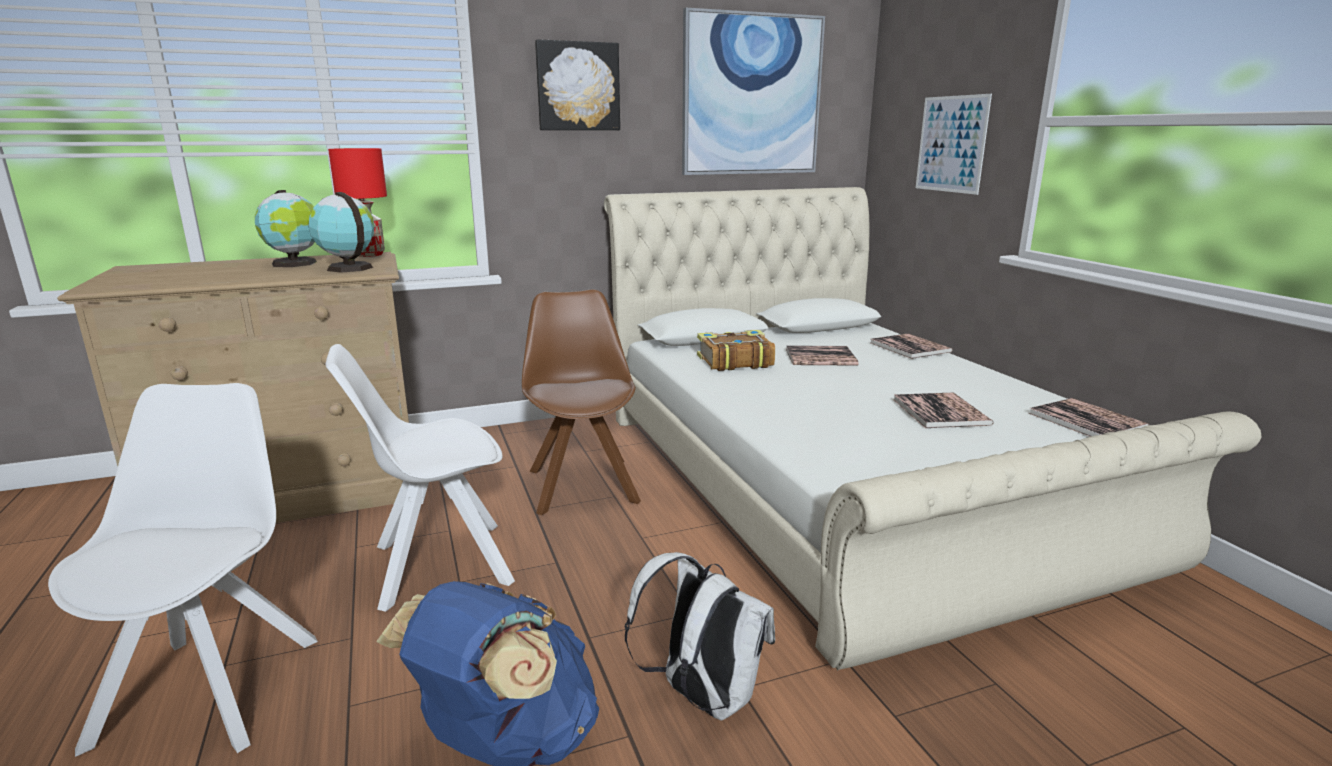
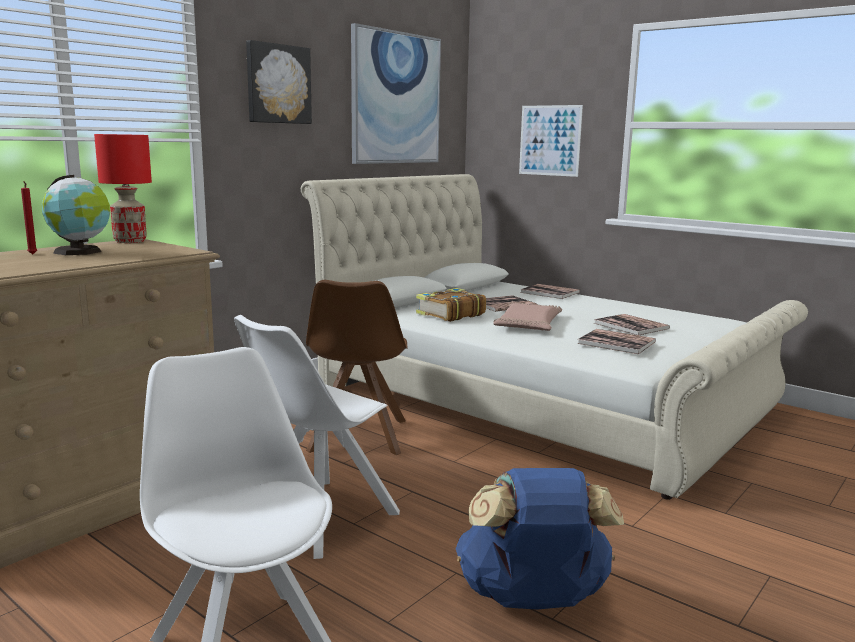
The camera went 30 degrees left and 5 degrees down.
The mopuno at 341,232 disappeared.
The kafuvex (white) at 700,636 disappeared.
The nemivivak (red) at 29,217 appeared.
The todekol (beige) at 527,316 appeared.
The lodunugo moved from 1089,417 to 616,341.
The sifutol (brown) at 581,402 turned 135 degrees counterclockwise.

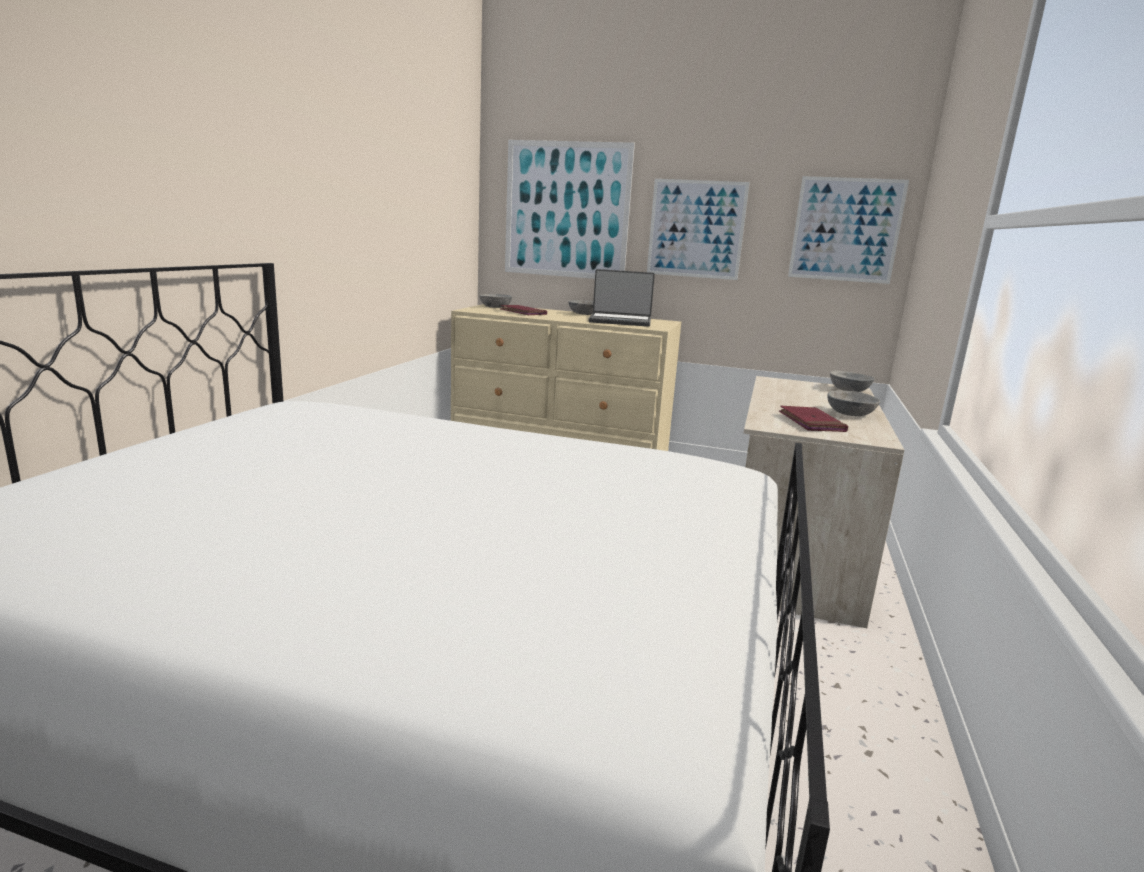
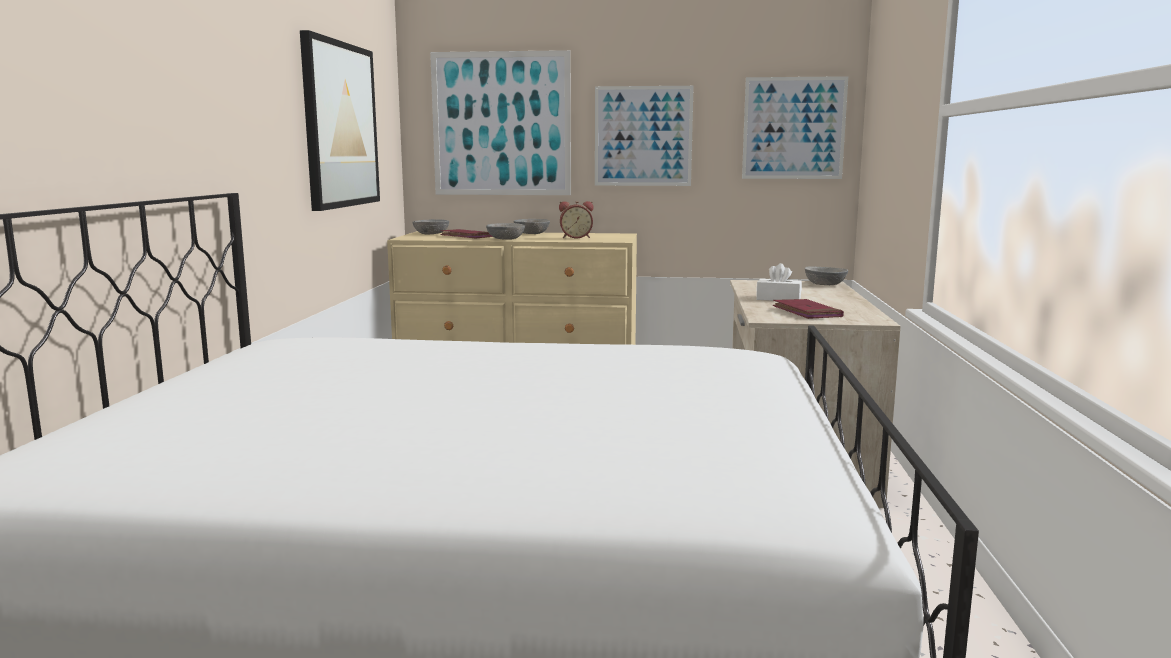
The camera went 10 degrees left and 5 degrees down.
The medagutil at 340,120 appeared.
The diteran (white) at 779,282 appeared.
The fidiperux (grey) moved from 853,403 to 505,231.
The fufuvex at 621,298 was replaced by the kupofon at 576,219.

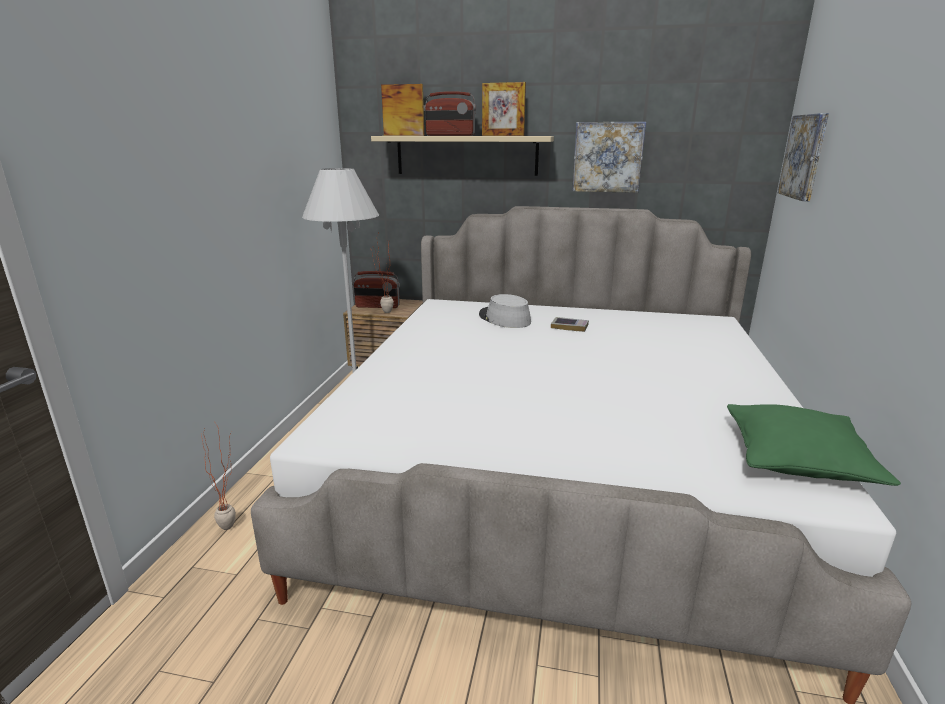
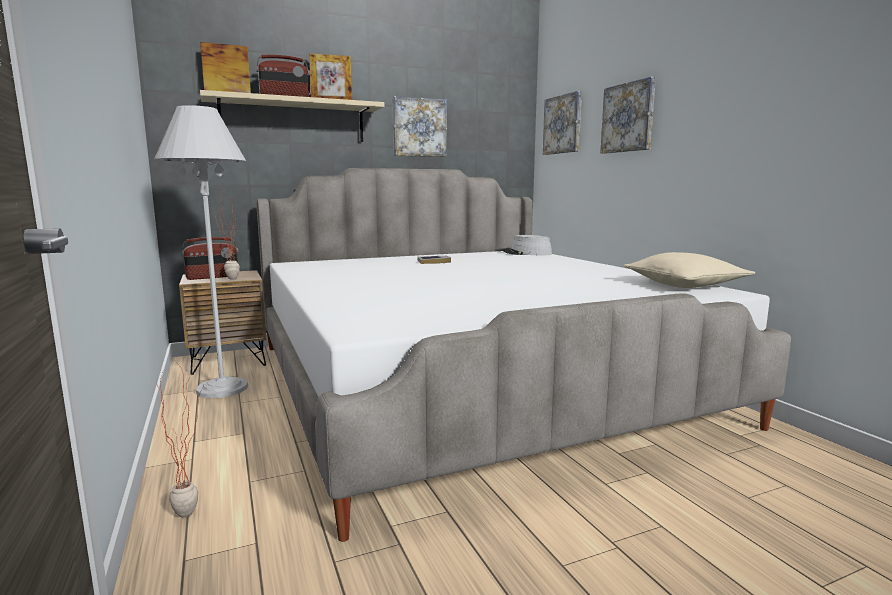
The camera went 35 degrees left and 10 degrees down.
The medagutil at 628,115 appeared.
The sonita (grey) moved from 505,311 to 526,245.
The todekol (green) at 814,445 became the todekol (beige) at 689,270.

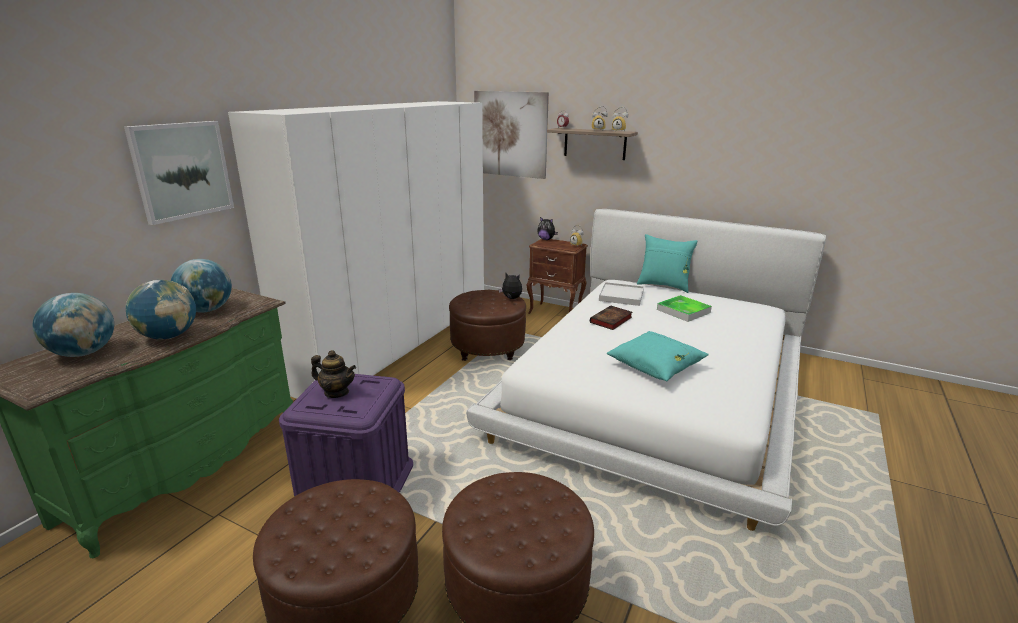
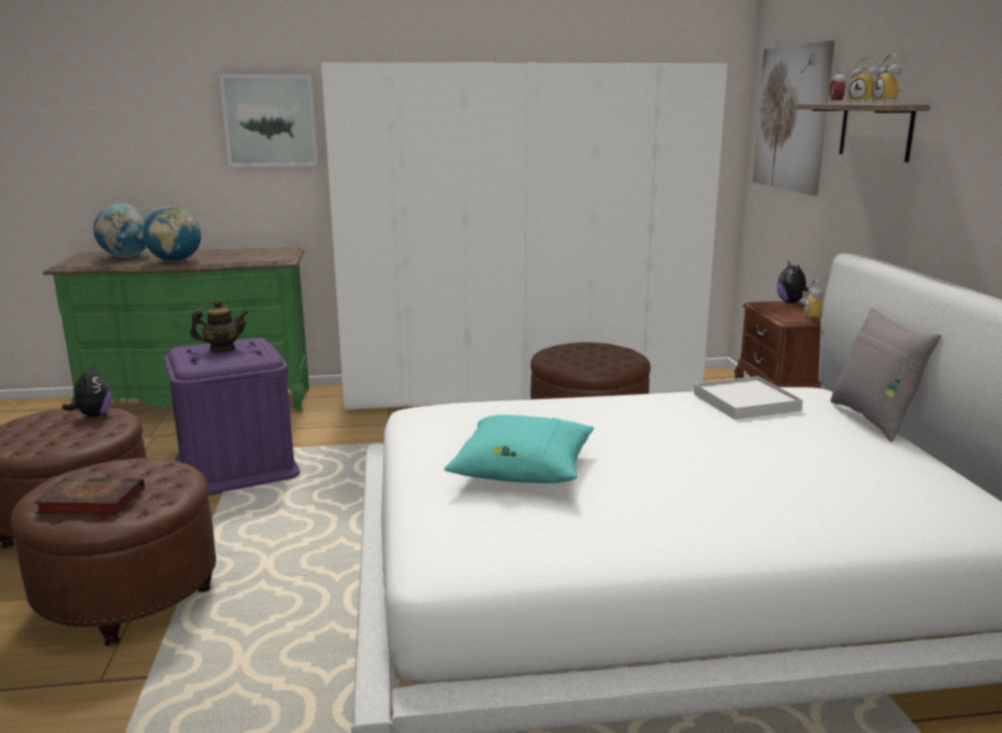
The camera went 55 degrees right and 5 degrees down.
The mopuno at 201,286 disappeared.
The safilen at 684,308 disappeared.
The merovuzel moved from 510,286 to 86,390.
The lodunugo moved from 611,317 to 89,496.
The todekol (turquoise) at 667,263 became the todekol (grey) at 885,374.
The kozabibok at 333,374 turned 90 degrees counterclockwise.

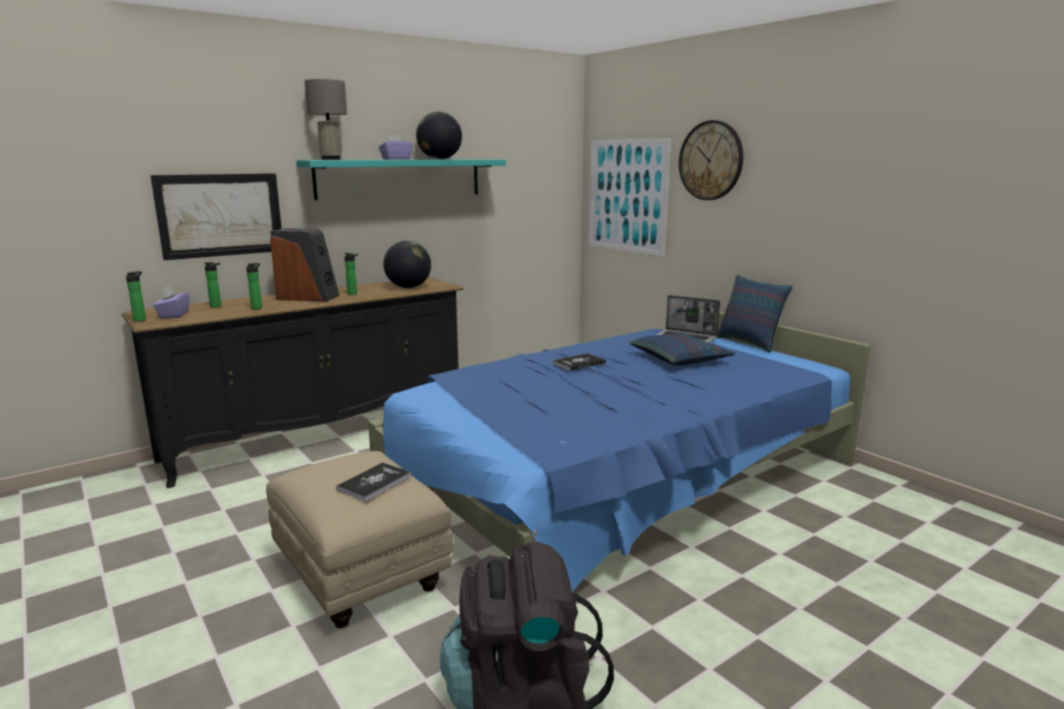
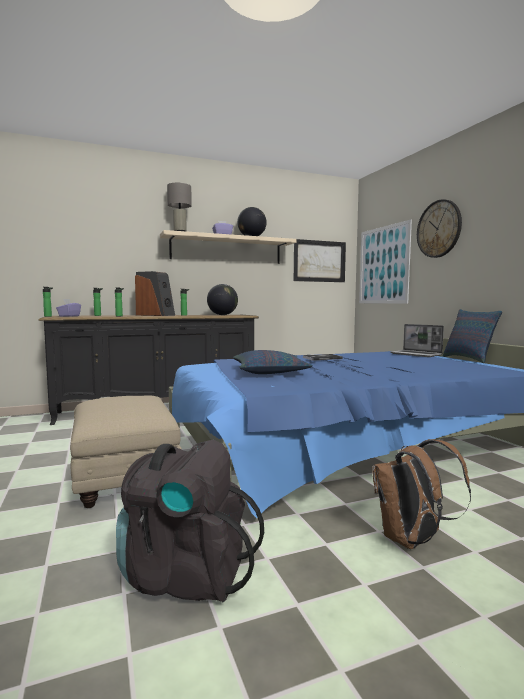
The camera went 15 degrees right and 10 degrees down.
The lodunugo at 373,482 disappeared.
The kafuvex (brown) at 421,494 appeared.
The medagutil moved from 216,216 to 320,260.
The todekol (blue) moved from 682,350 to 273,362.
The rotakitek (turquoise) at 401,179 became the rotakitek (beige) at 228,247.

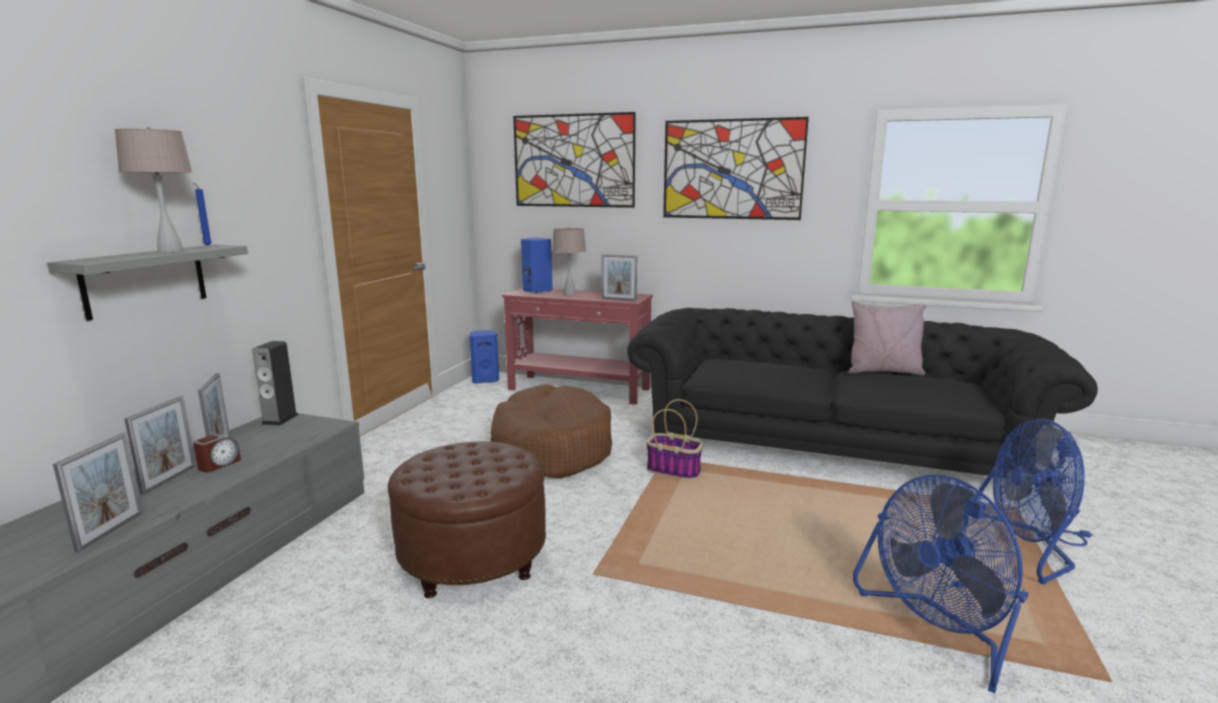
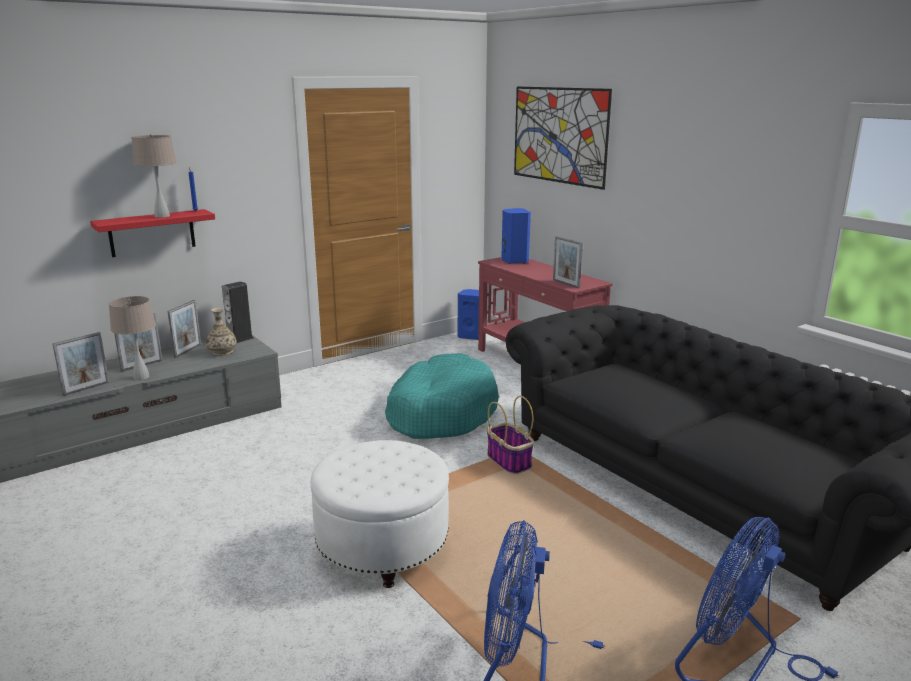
The camera went 35 degrees right and 5 degrees up.
The kupofon at 217,453 disappeared.
The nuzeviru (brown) at 467,519 disappeared.
The medagutil at 736,168 disappeared.
The todekol (purple) at 887,338 disappeared.
The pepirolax at 221,332 appeared.
The nuzeviru (white) at 380,514 appeared.
The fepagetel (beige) moved from 569,261 to 132,338.
The rotakitek (grey) at 147,283 became the rotakitek (red) at 152,233.
The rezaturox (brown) at 551,431 became the rezaturox (turquoise) at 442,396.

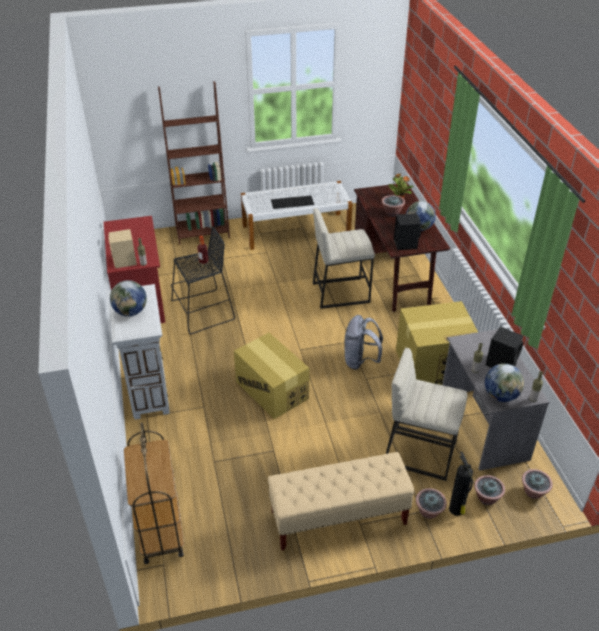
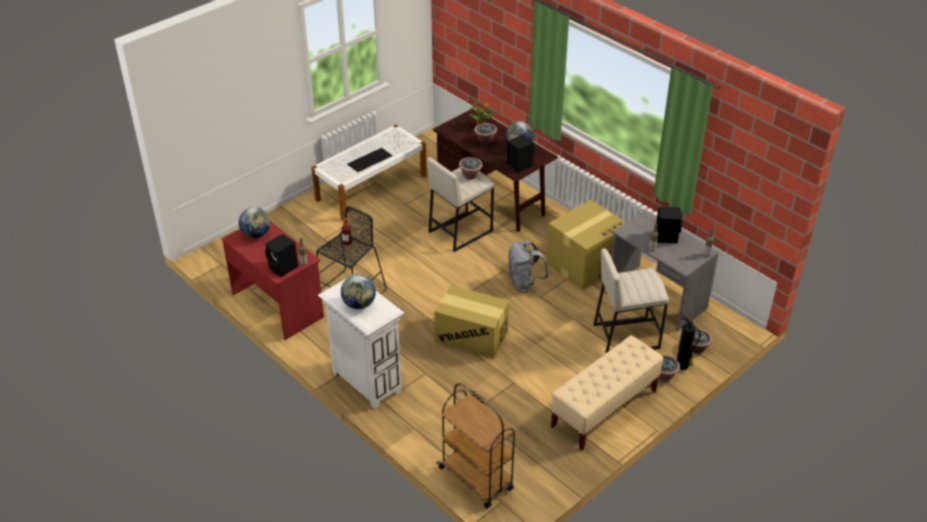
The camera went 30 degrees left and 0 degrees up.
The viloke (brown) at 194,163 disappeared.
The mopuno moved from 504,383 to 254,222.
The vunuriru moved from 537,484 to 471,168.
The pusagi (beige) at 122,248 became the pusagi (black) at 281,255.

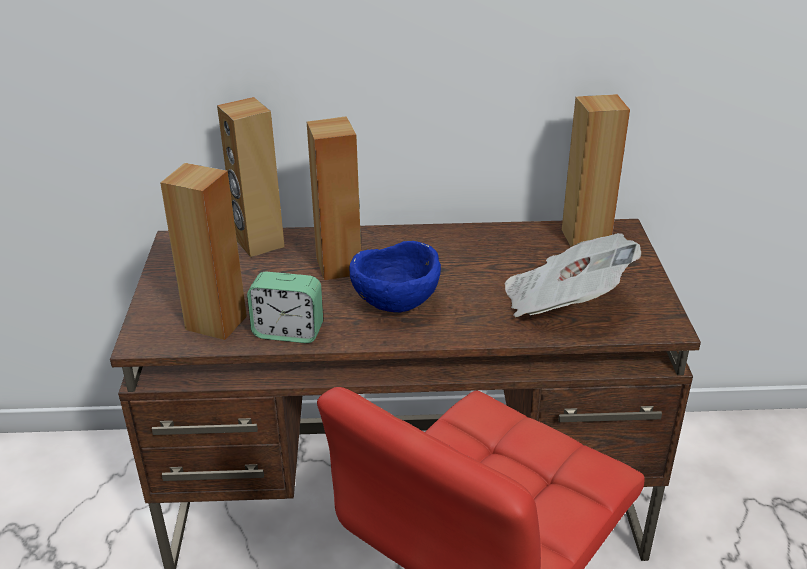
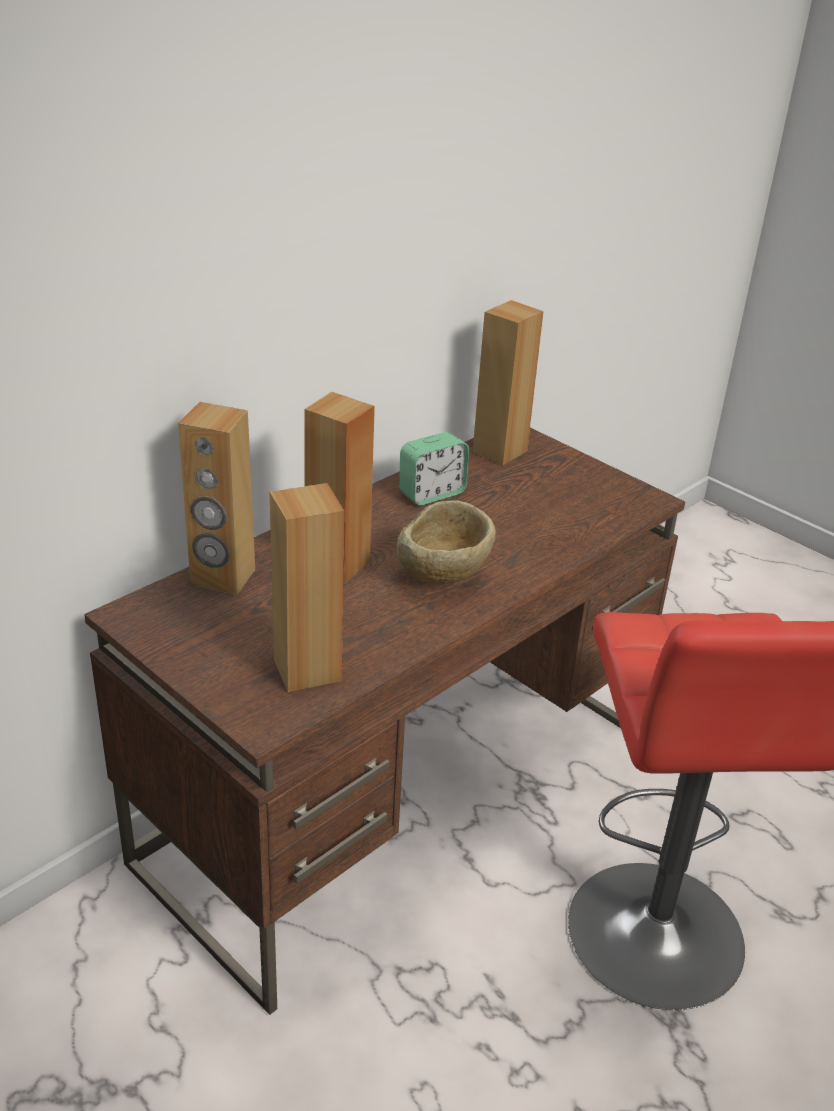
The camera went 45 degrees left and 0 degrees up.
The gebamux at 572,275 disappeared.
The kupofon moved from 285,307 to 434,468.
The fidiperux (blue) at 395,276 became the fidiperux (beige) at 446,542.

